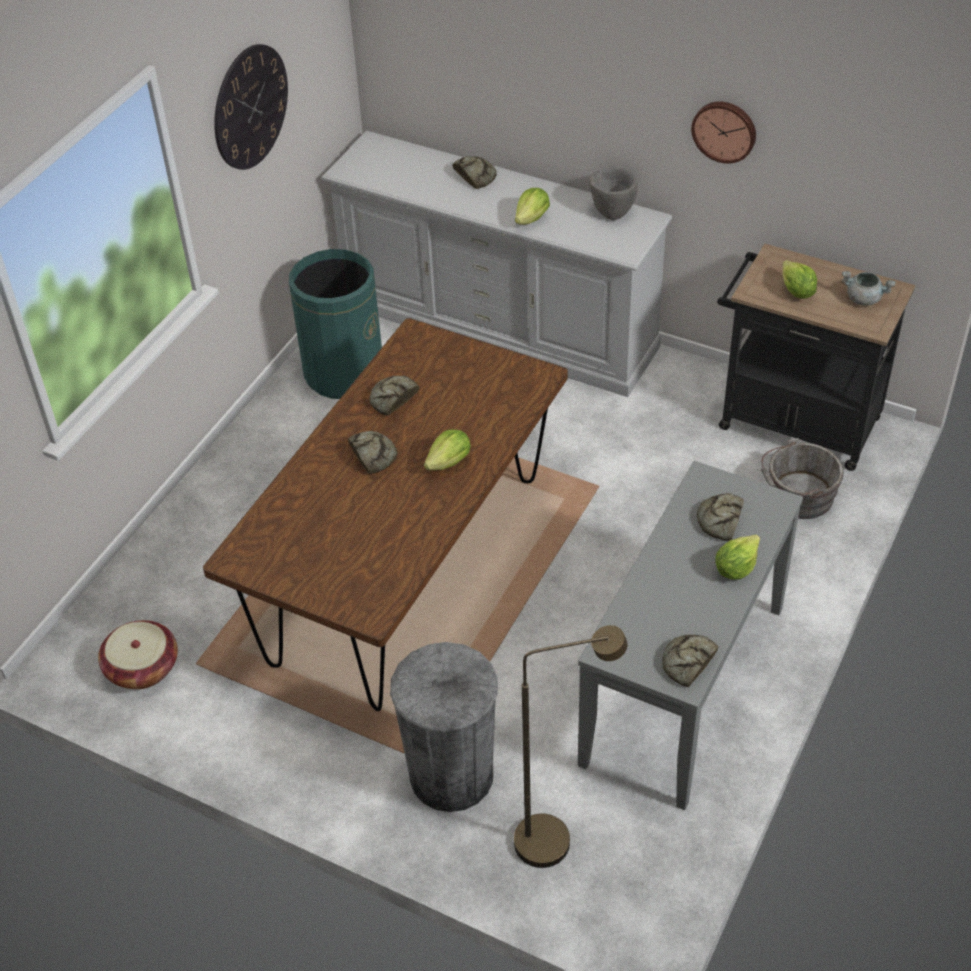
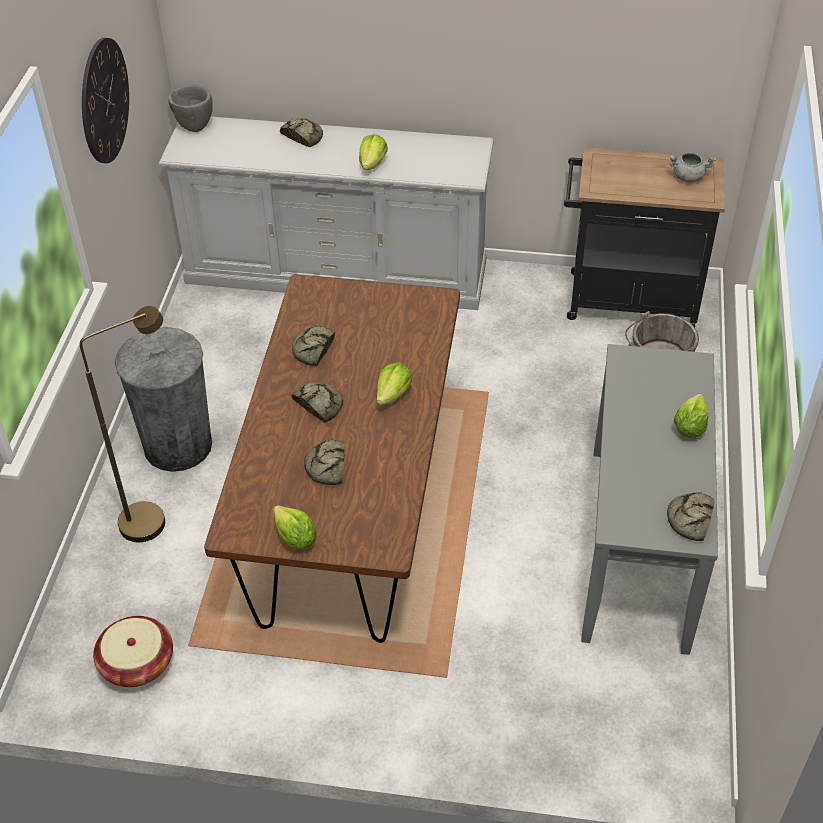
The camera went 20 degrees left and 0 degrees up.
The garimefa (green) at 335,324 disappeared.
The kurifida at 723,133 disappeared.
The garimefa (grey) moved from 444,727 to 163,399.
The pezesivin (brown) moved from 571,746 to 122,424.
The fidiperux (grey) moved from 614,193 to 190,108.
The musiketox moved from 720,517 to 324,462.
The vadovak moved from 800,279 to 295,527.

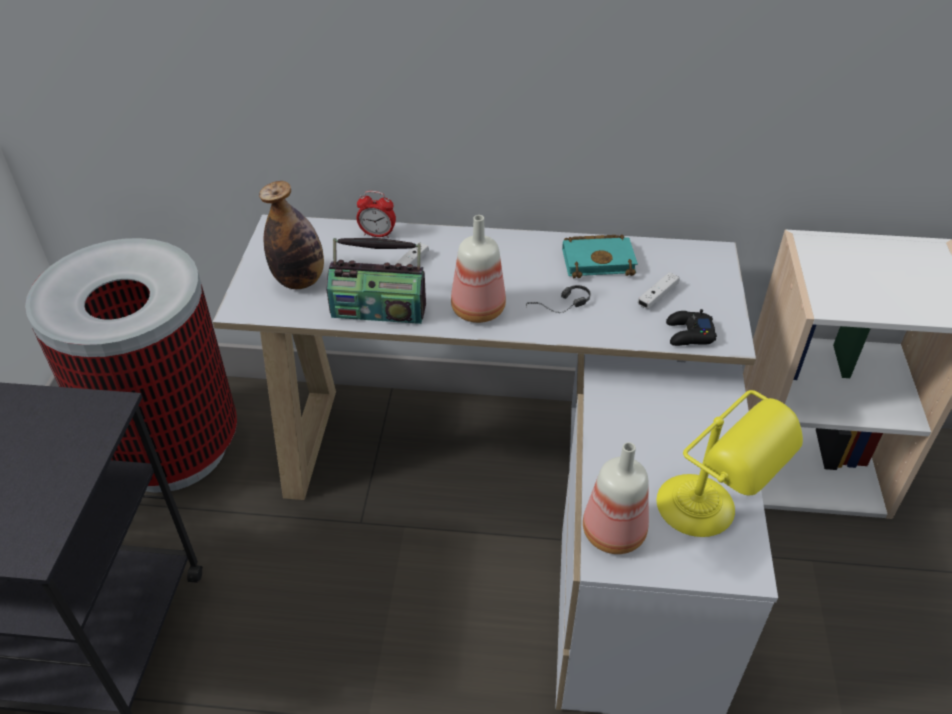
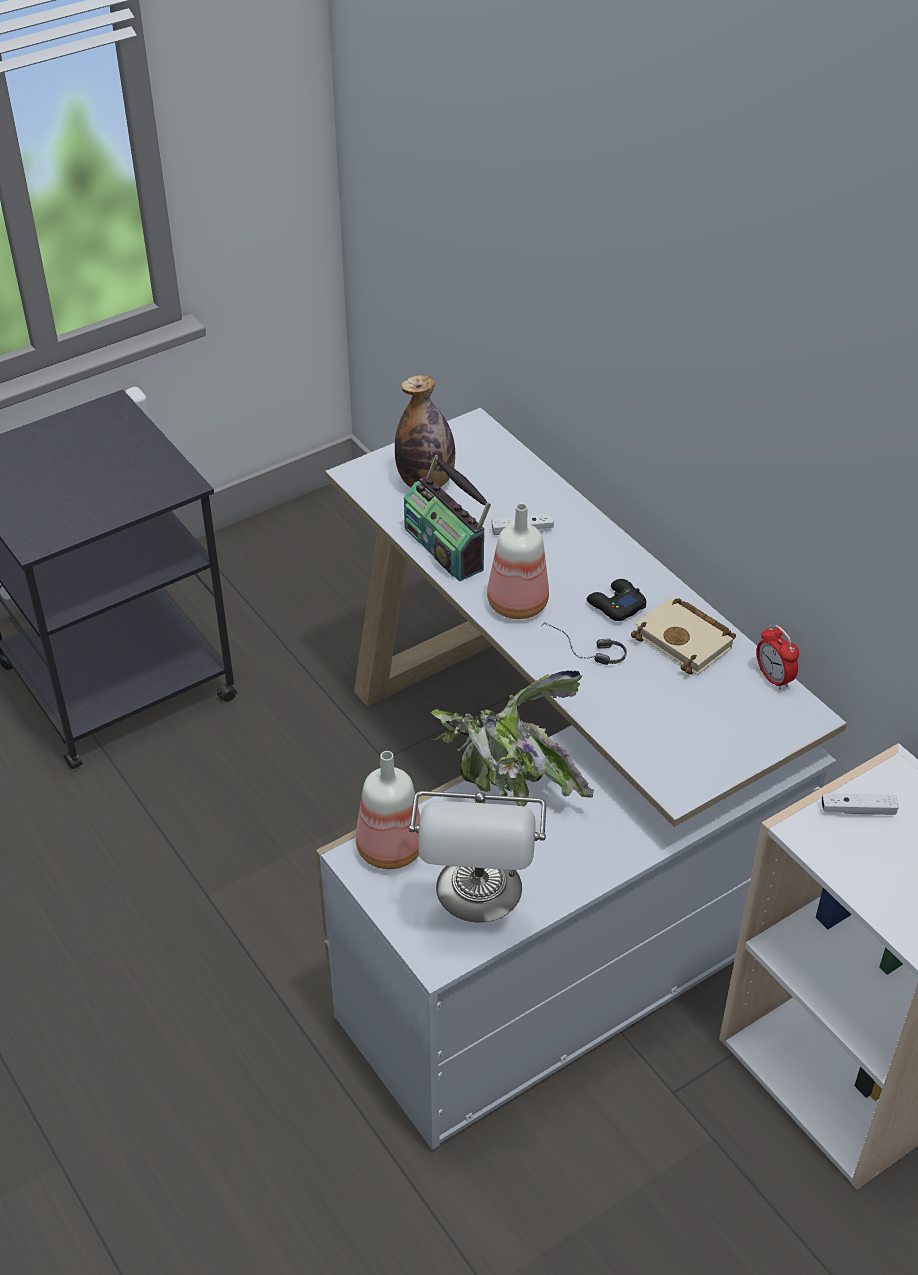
The camera went 50 degrees right and 0 degrees up.
The garimefa at 131,365 disappeared.
The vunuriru at 512,738 appeared.
The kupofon moved from 376,214 to 777,657.
The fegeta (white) moved from 658,290 to 860,804.
The fegeta (black) moved from 691,327 to 616,600.
The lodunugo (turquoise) at 600,256 became the lodunugo (beige) at 683,636.
The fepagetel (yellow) at 730,463 became the fepagetel (white) at 477,856.

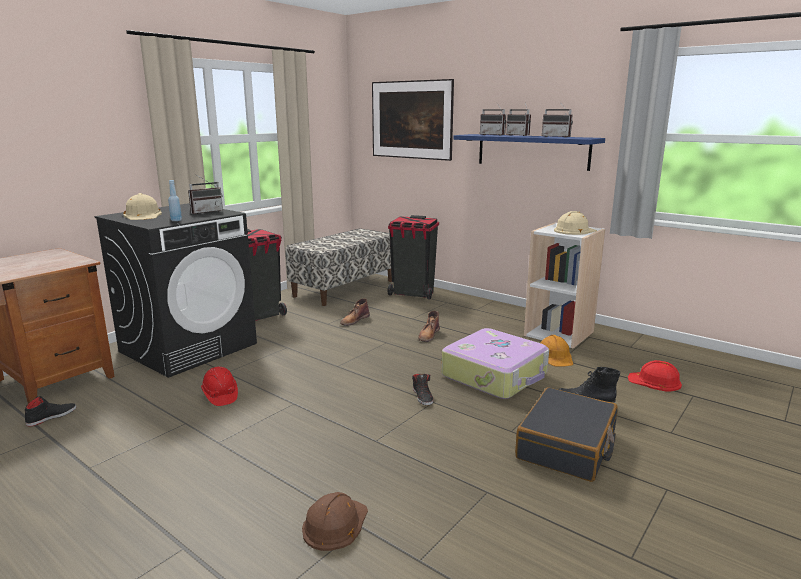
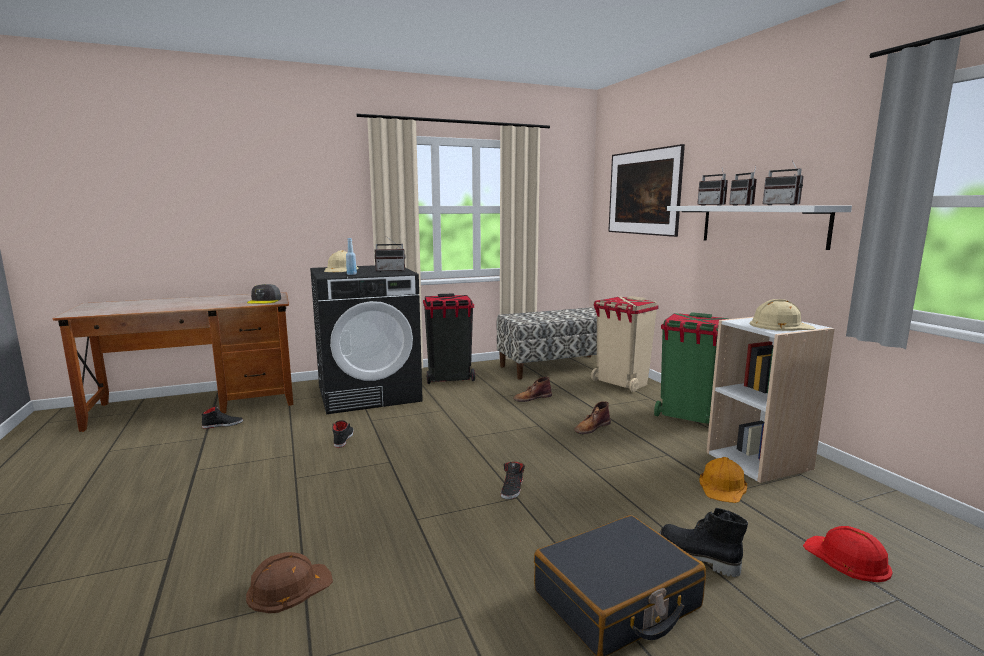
The camera went 30 degrees right and 5 degrees down.
The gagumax at 495,363 disappeared.
The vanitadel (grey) at 264,294 appeared.
The garimefa (green) at 691,368 appeared.
The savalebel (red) at 219,386 was replaced by the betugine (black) at 343,434.
The garimefa (black) at 413,257 became the garimefa (beige) at 625,344.
The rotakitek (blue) at 529,152 became the rotakitek (white) at 759,227.

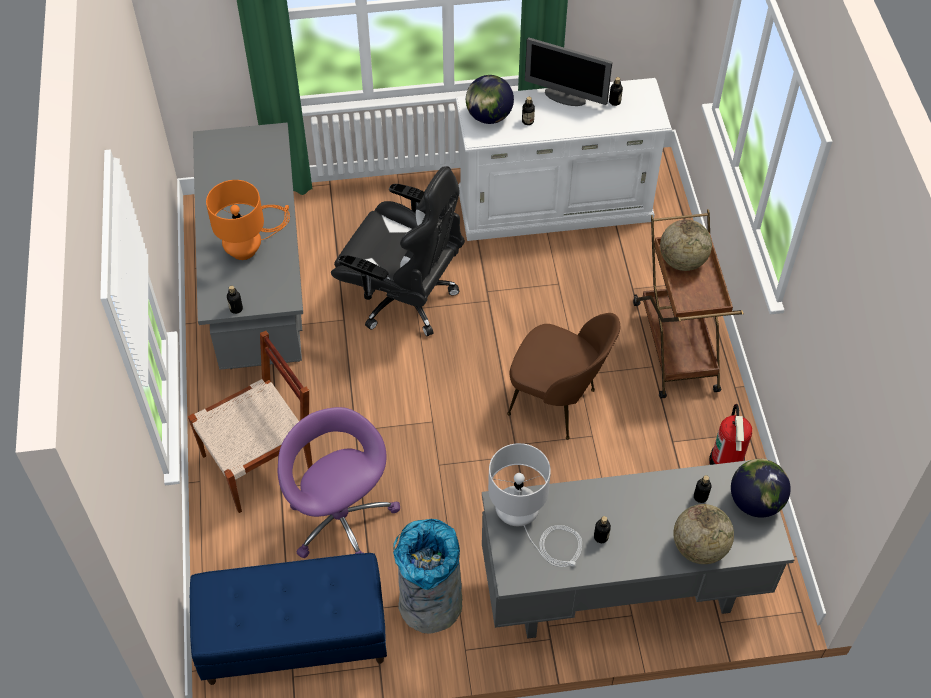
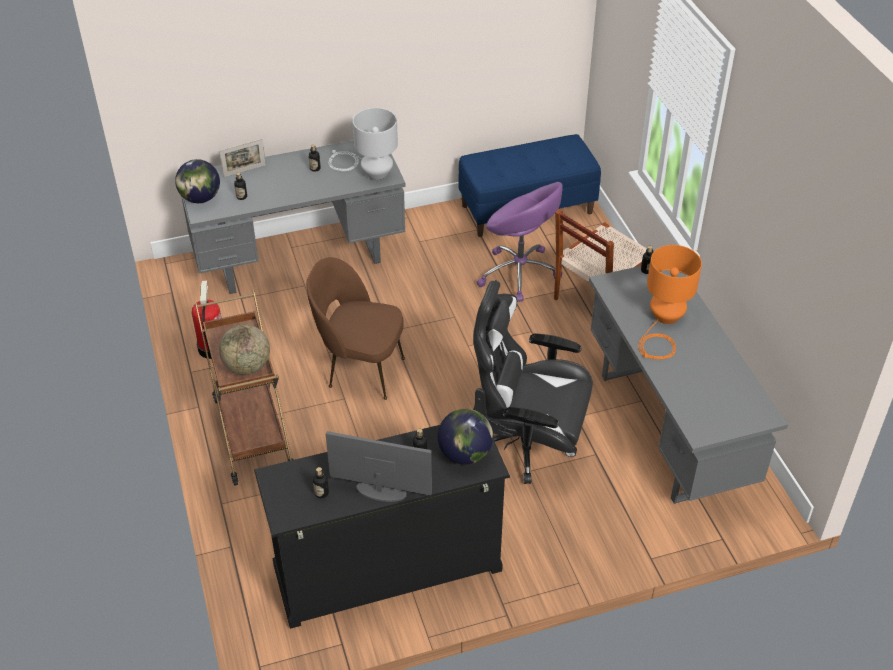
The camera went 170 degrees right and 10 degrees down.
The garimefa (grey) at 427,576 disappeared.
The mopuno at 703,534 was replaced by the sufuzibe at 242,158.
The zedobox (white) at 564,159 became the zedobox (black) at 382,527.

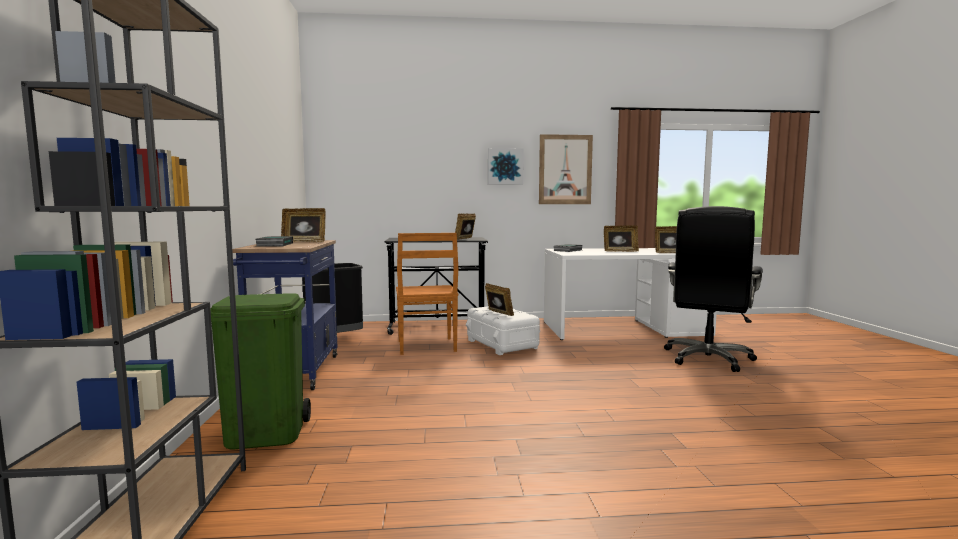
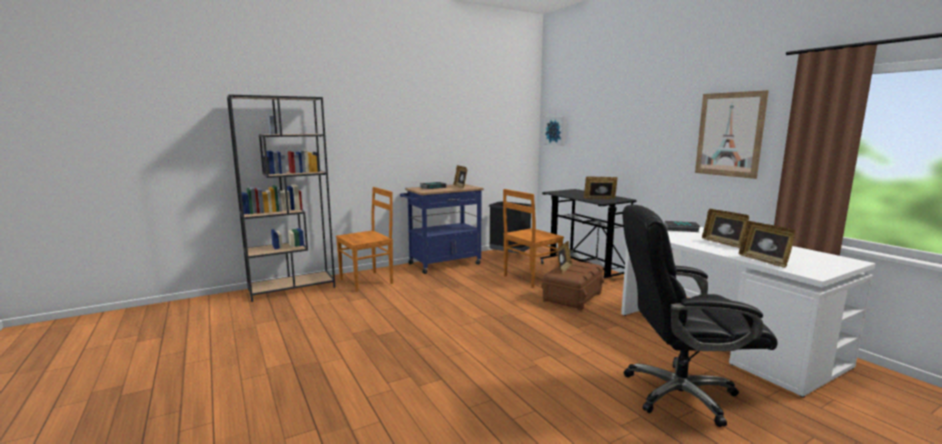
The camera went 65 degrees right and 5 degrees up.
The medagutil moved from 506,166 to 555,131.
The garimefa (green) at 260,371 was replaced by the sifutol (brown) at 364,239.
The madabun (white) at 503,330 became the madabun (brown) at 573,285.

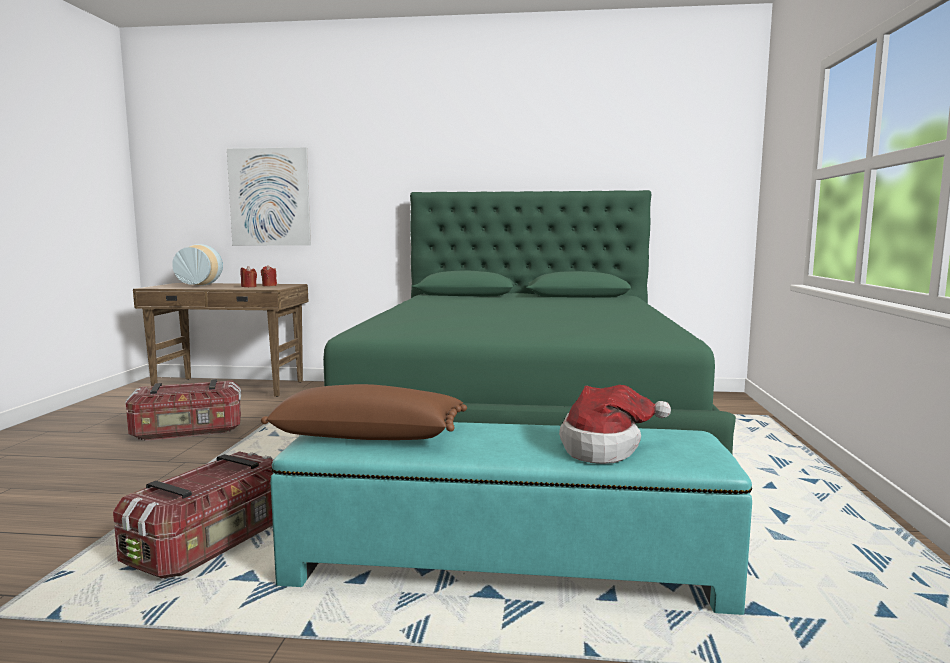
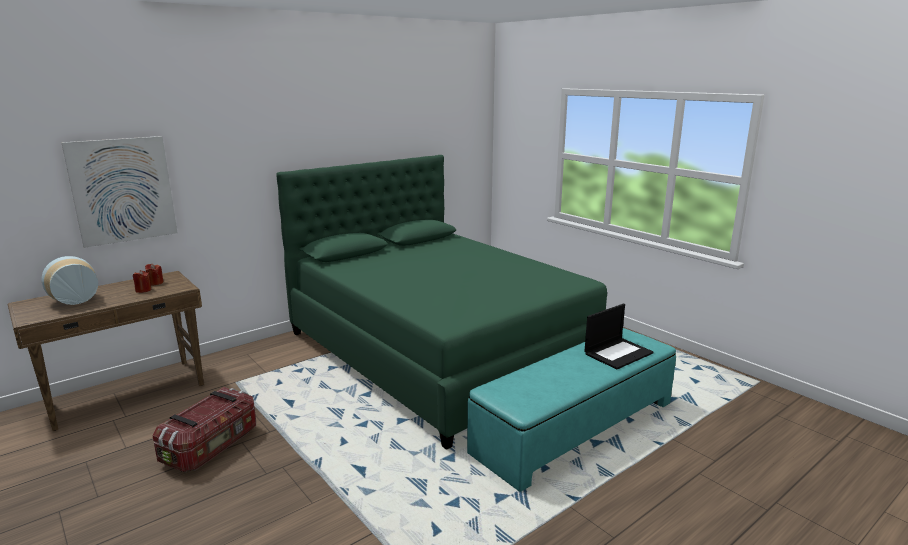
The camera went 45 degrees left and 10 degrees up.
The madabun at 193,515 disappeared.
The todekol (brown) at 364,412 disappeared.
The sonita at 615,424 was replaced by the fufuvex at 619,336.

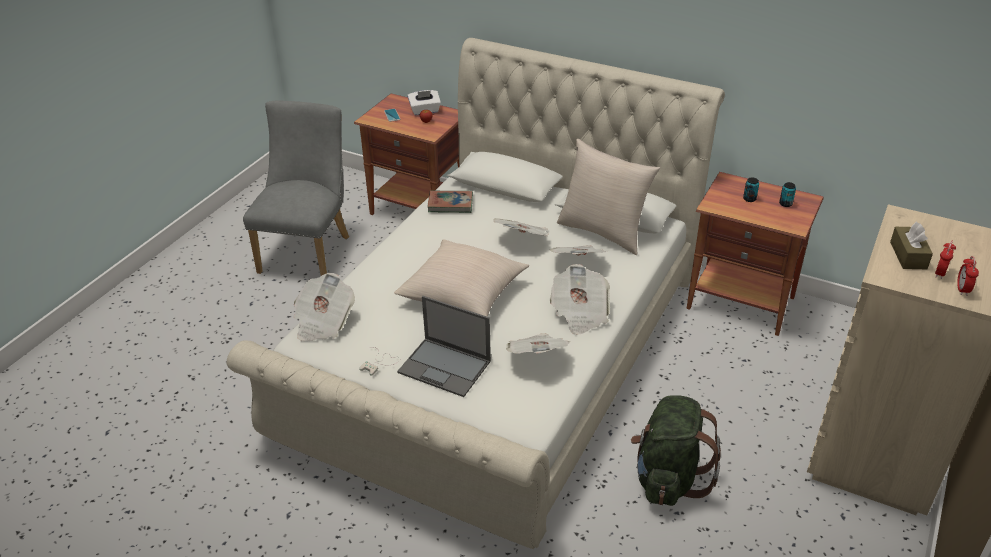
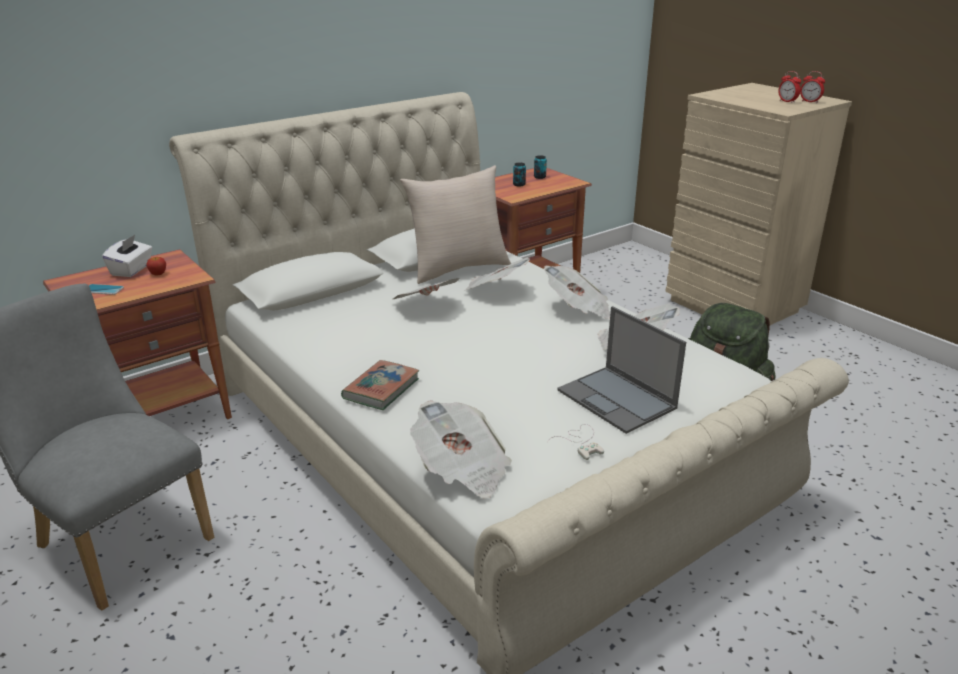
The camera went 65 degrees left and 10 degrees down.
The todekol (beige) at 461,278 disappeared.
The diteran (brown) at 911,245 disappeared.
The lodunugo moved from 450,202 to 380,385.
The fufuvex at 444,346 turned 90 degrees clockwise.

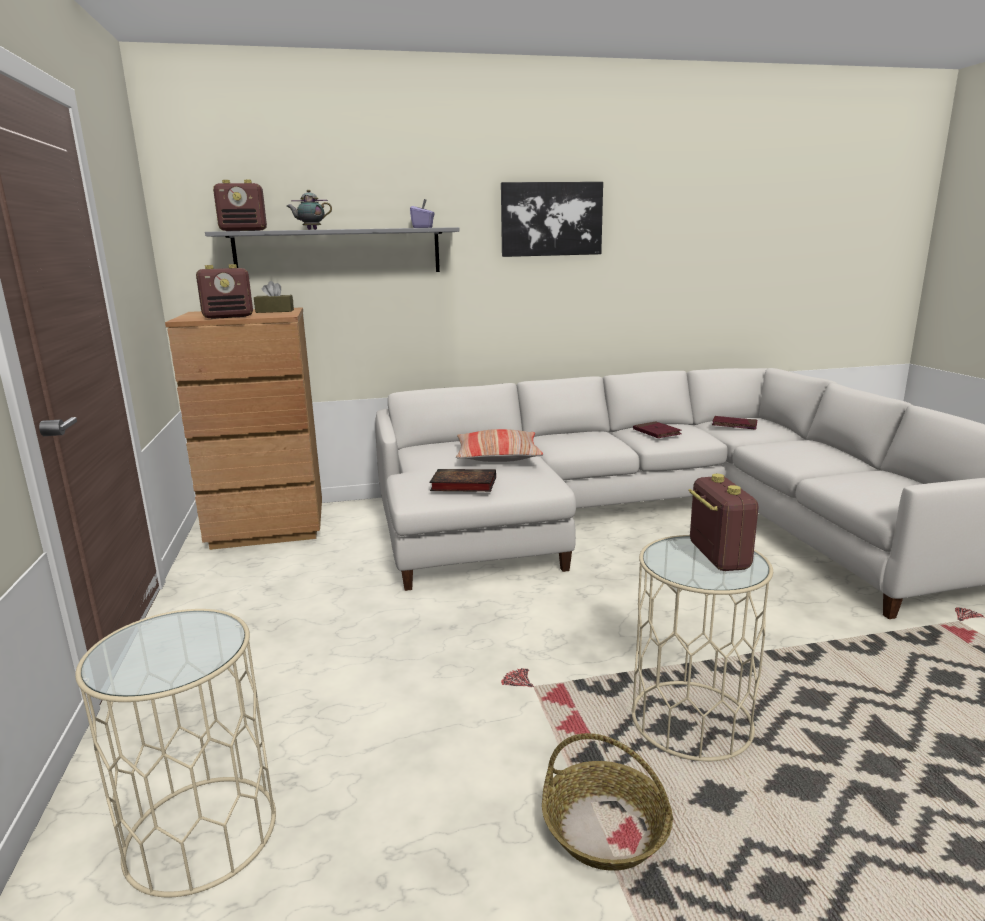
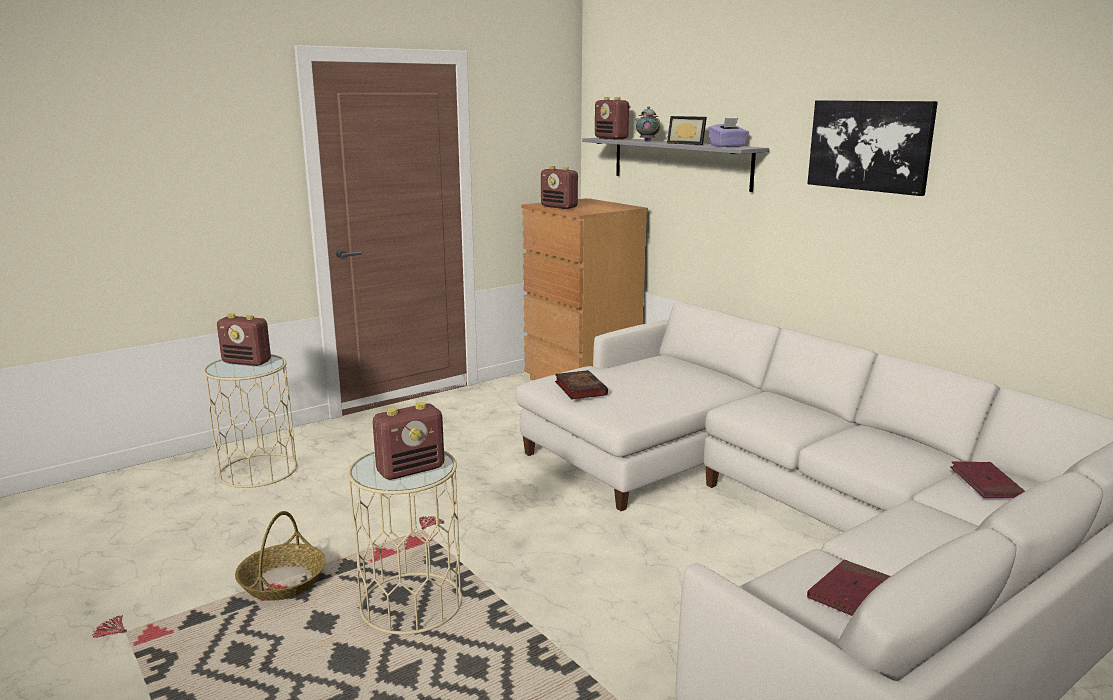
The camera went 65 degrees right and 0 degrees up.
The diteran (brown) at 274,297 disappeared.
The todekol at 499,445 disappeared.
The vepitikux at 244,339 appeared.
The sufuzibe at 687,130 appeared.
The lodunugo (red) moved from 657,430 to 849,588.

